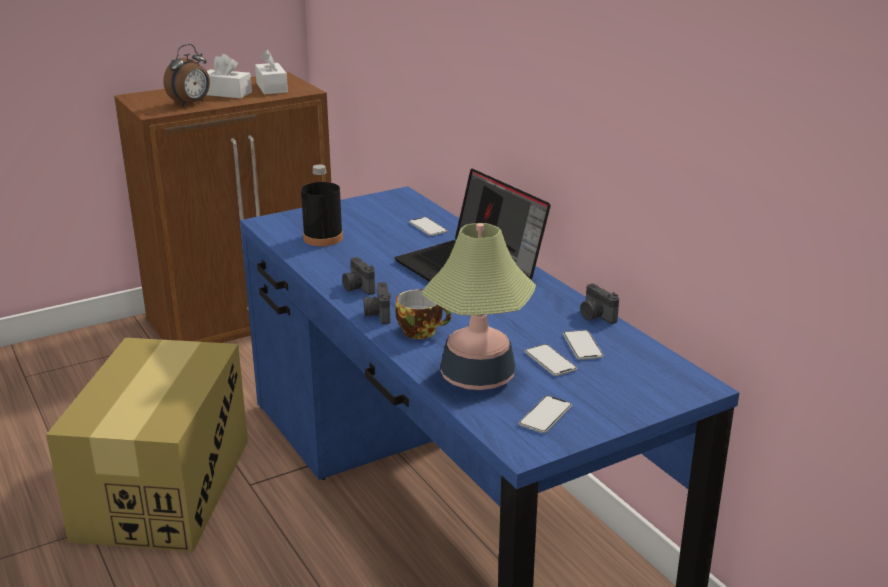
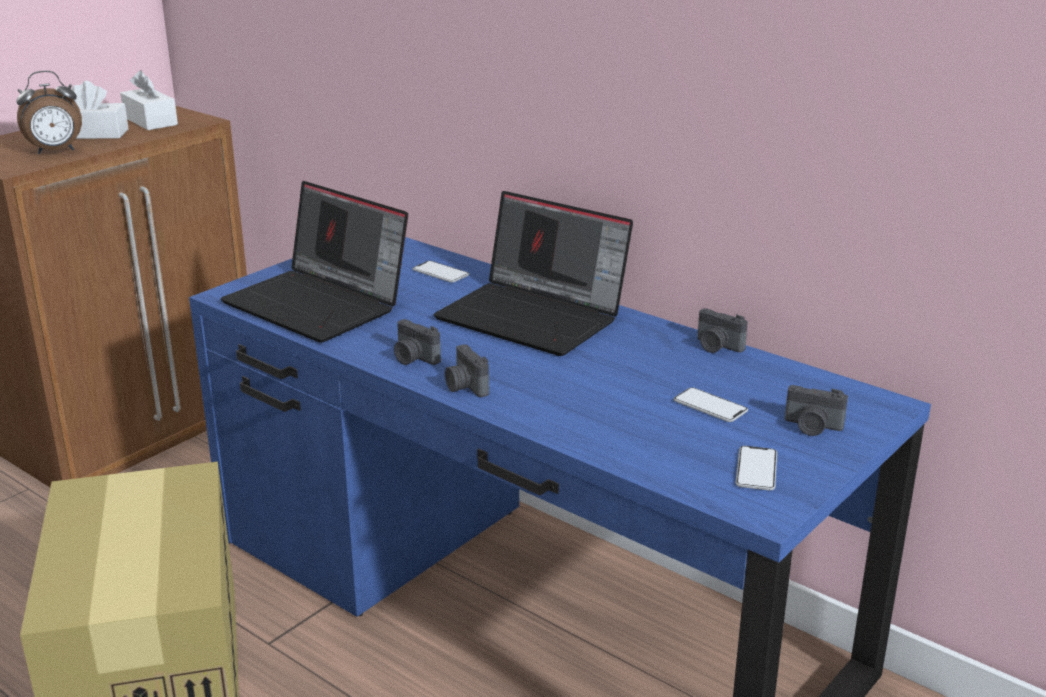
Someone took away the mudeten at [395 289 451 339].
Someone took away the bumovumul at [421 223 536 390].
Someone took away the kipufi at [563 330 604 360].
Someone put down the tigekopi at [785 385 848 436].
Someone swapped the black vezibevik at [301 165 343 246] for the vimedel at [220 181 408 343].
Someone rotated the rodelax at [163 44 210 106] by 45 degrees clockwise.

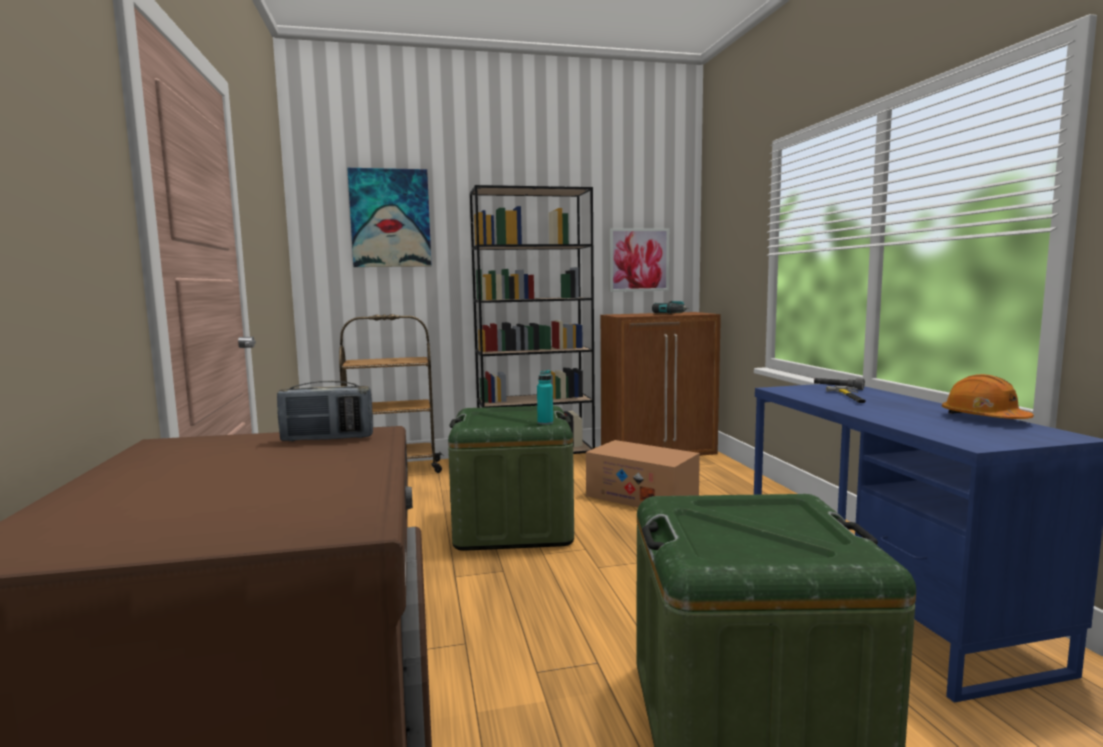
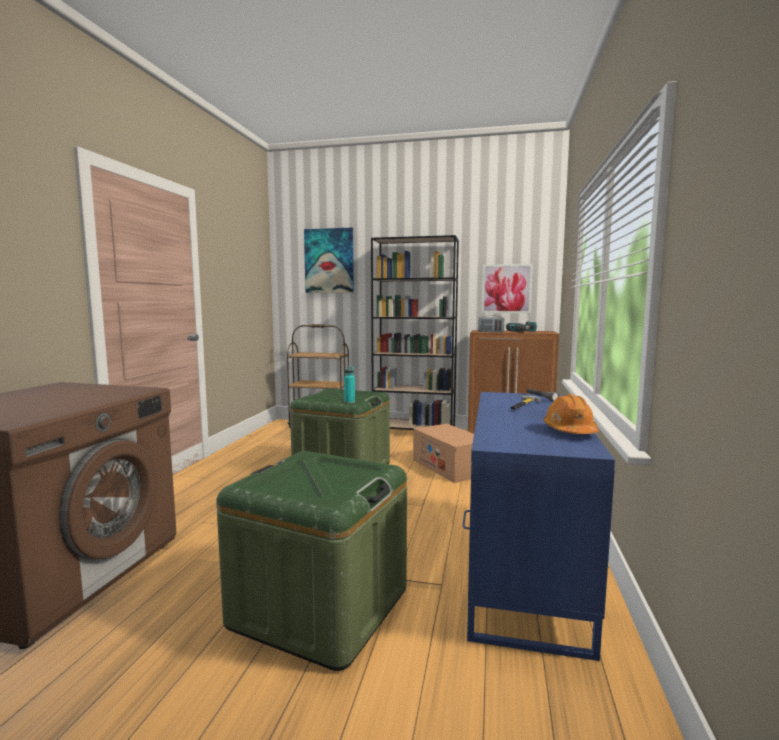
Someone carried the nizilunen from [277 381 373 442] to [478 315 504 333].

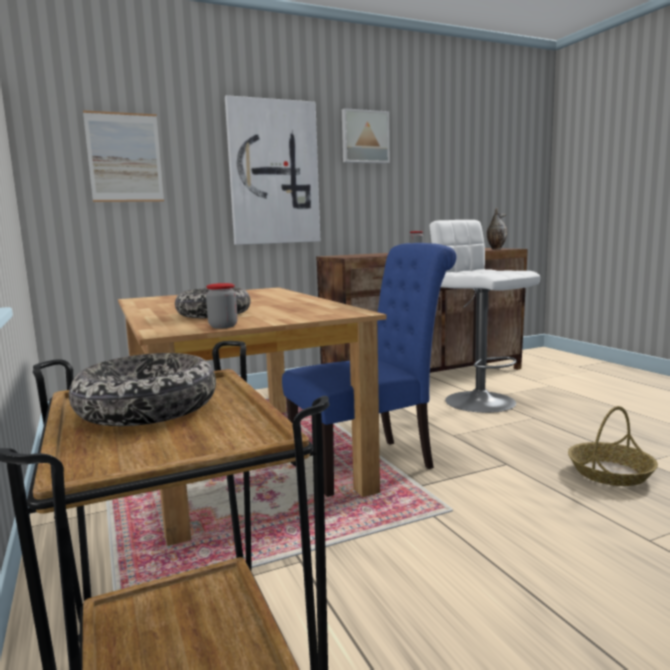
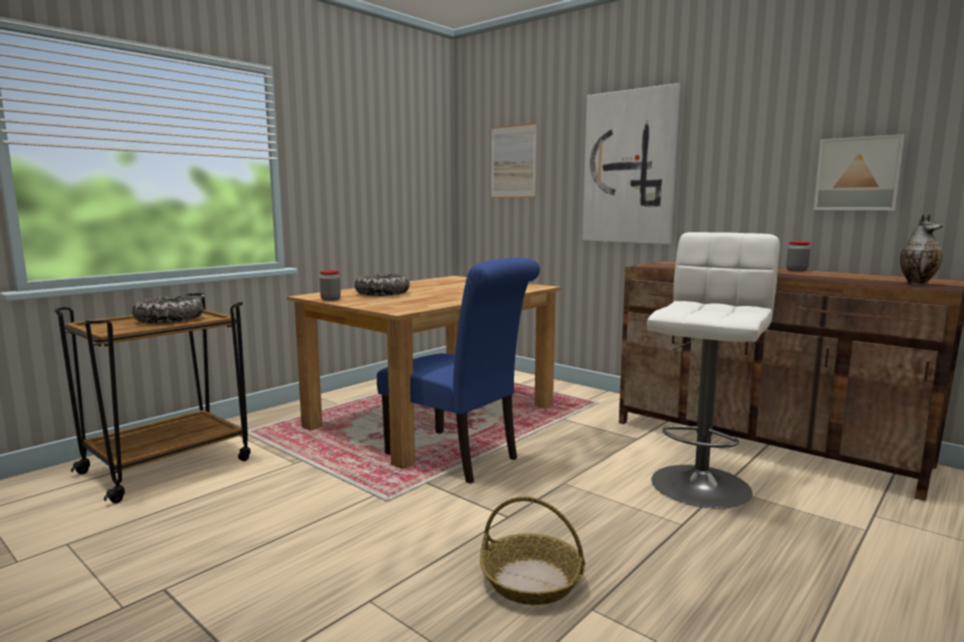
Someone carried the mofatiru from [342 108 390 164] to [814 134 906 210].

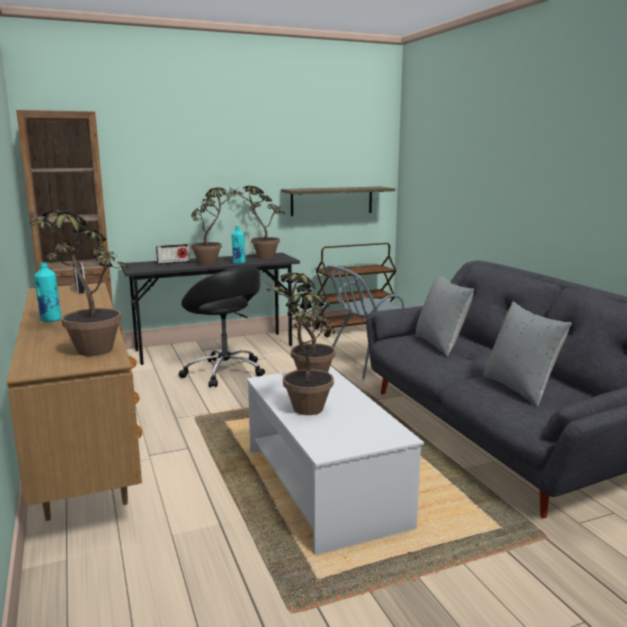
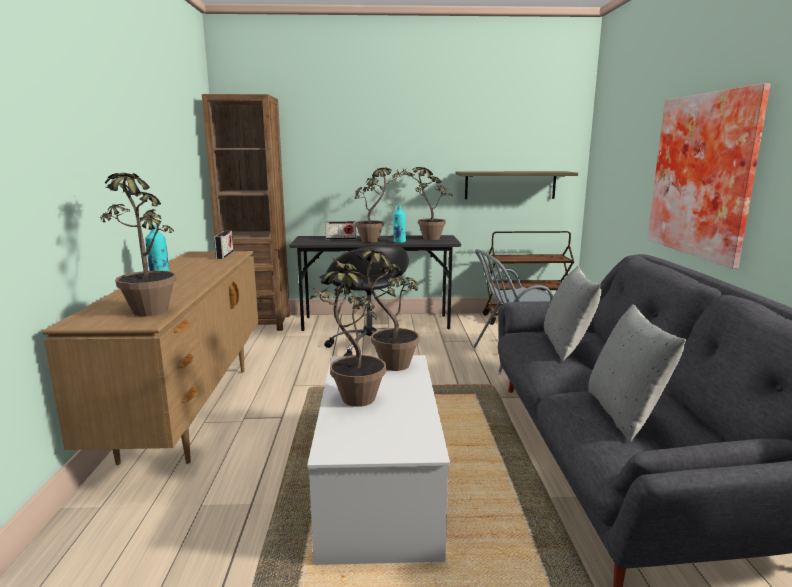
Someone put up the mofatiru at [647 83 771 269].

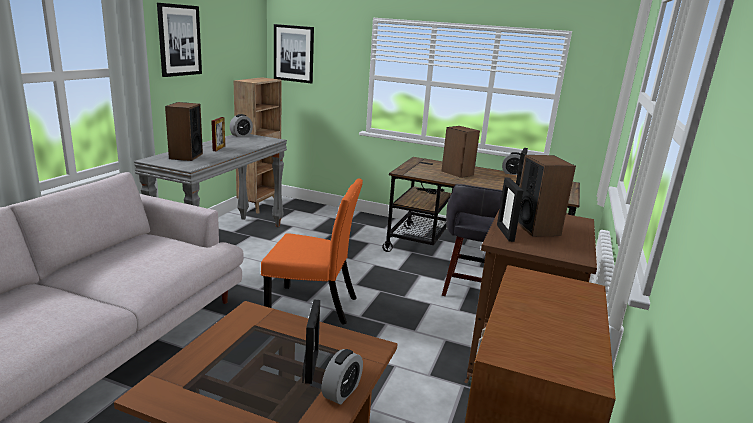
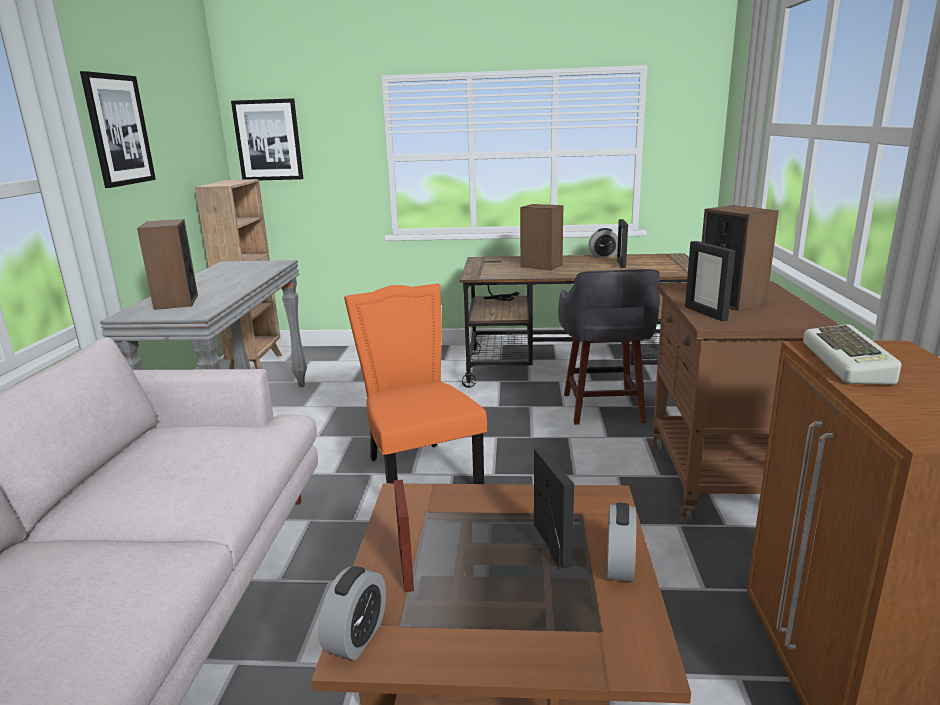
Someone put down the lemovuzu at [803 324 902 385].
Someone carried the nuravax from [211 117 225 151] to [394 479 414 592].
Someone carried the rodelax from [230 114 253 137] to [318 566 386 660].
Someone rotated the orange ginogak at [261 178 363 325] by 105 degrees counterclockwise.

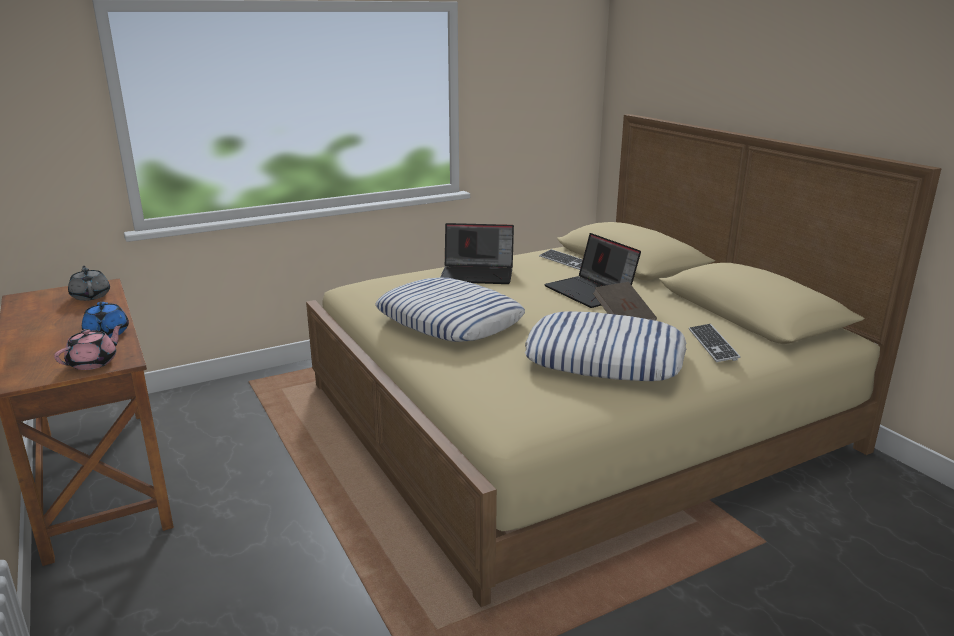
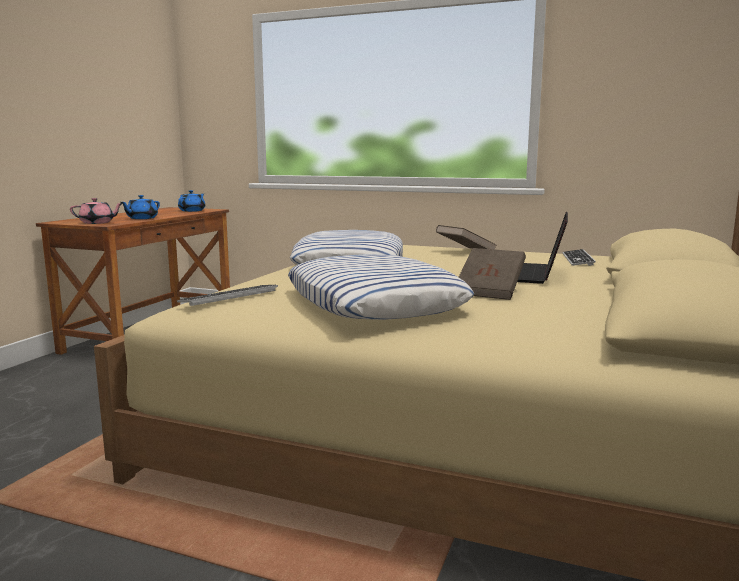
Someone carried the lemovuzu from [689 324 740 362] to [177 285 278 306].
Someone swapped the vimedel at [440 223 514 284] for the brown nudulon at [436 225 497 250].
Someone repainted the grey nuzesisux at [68 266 110 301], which became the blue nuzesisux at [178 190 205 212].

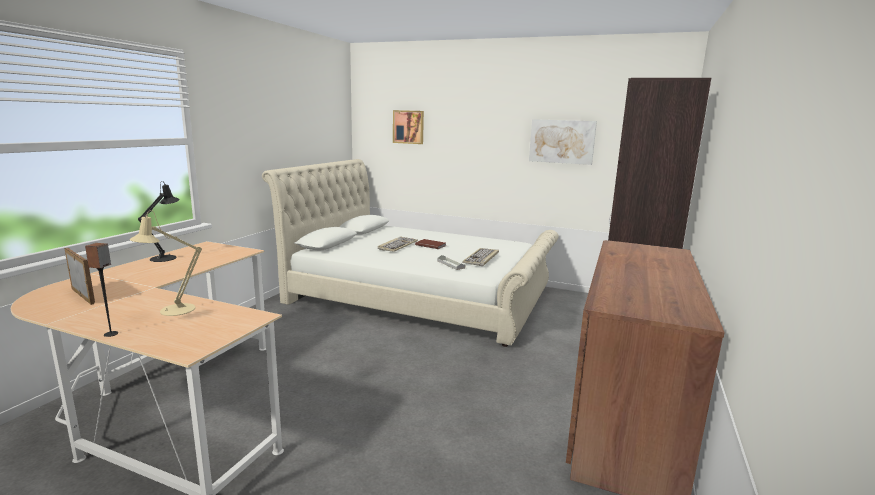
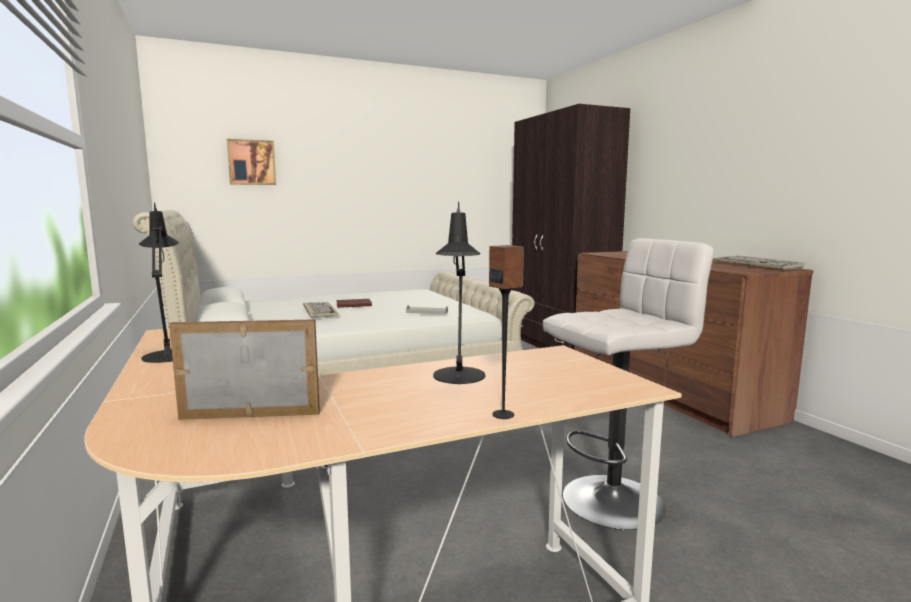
Someone took away the mofatiru at [529 119 597 165].
Someone put down the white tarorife at [543 238 714 530].
Someone carried the lemovuzu from [462 248 499 266] to [713 255 805 269].
Someone repainted the beige bumovumul at [129 210 202 316], which became the black bumovumul at [433 202 486 384].

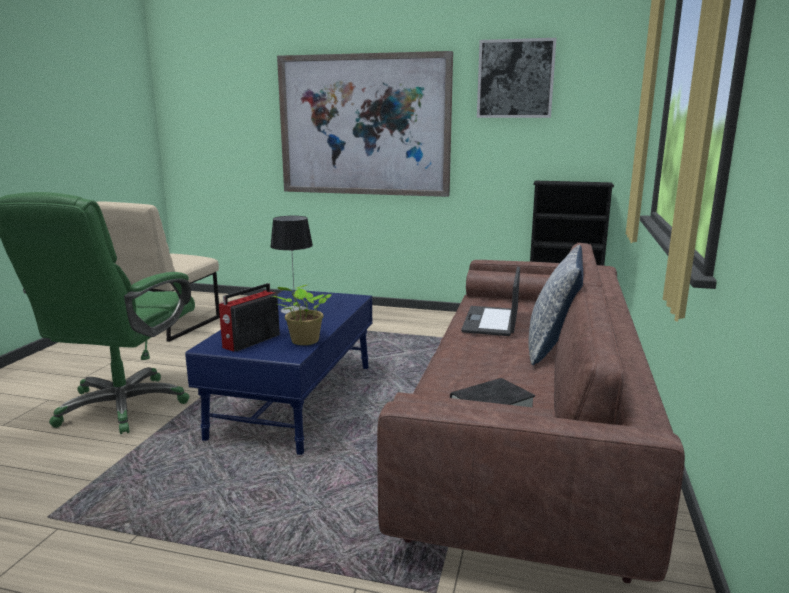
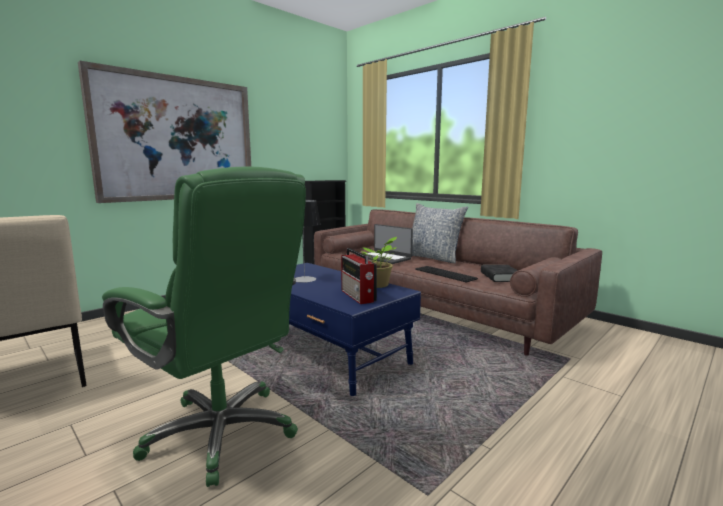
Someone took away the mofatiru at [477 38 557 118].
Someone put down the lemovuzu at [415 266 478 282].

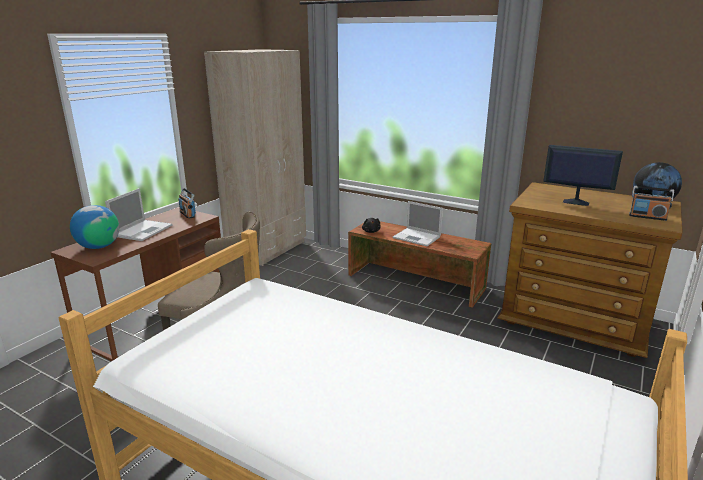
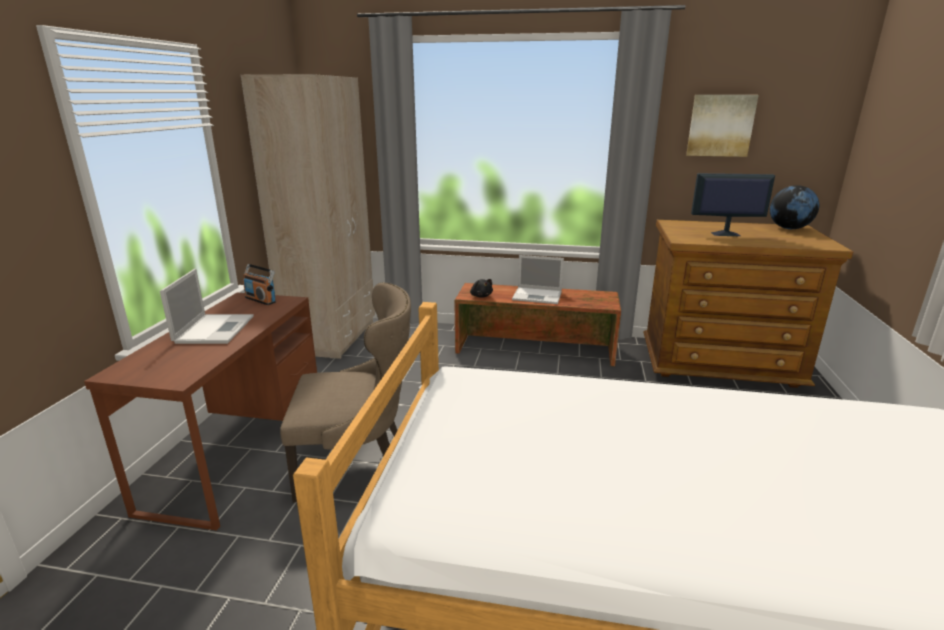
Someone took away the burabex at [70 205 119 249].
Someone took away the nizilunen at [629 186 674 221].
Someone put up the mofatiru at [686 95 759 157].

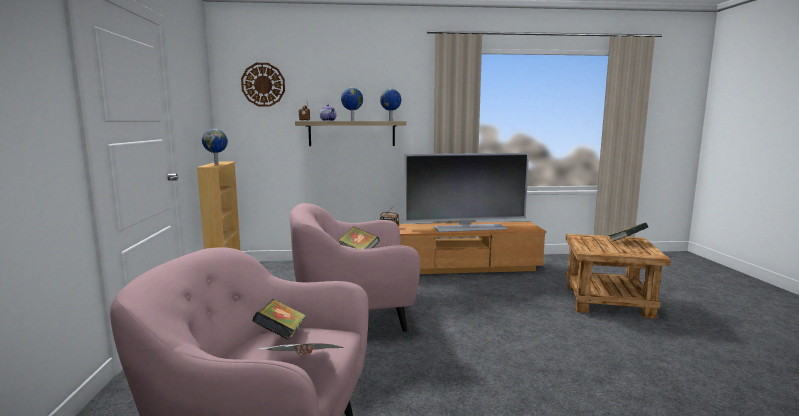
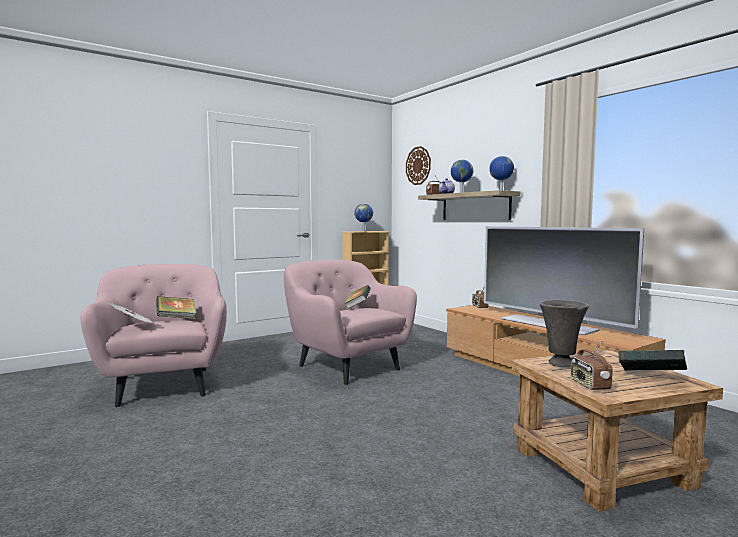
Someone put down the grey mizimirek at [539 300 589 367].
Someone put down the nizilunen at [571 341 613 390].

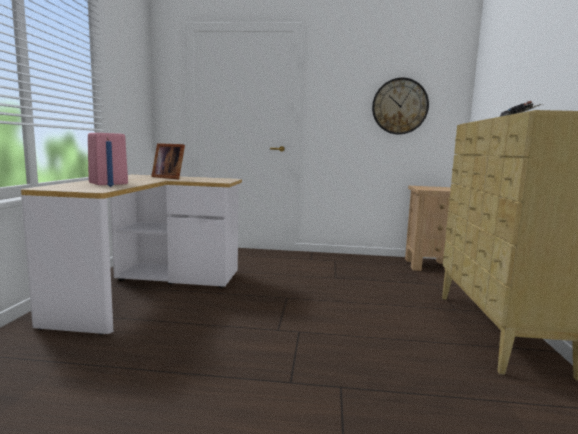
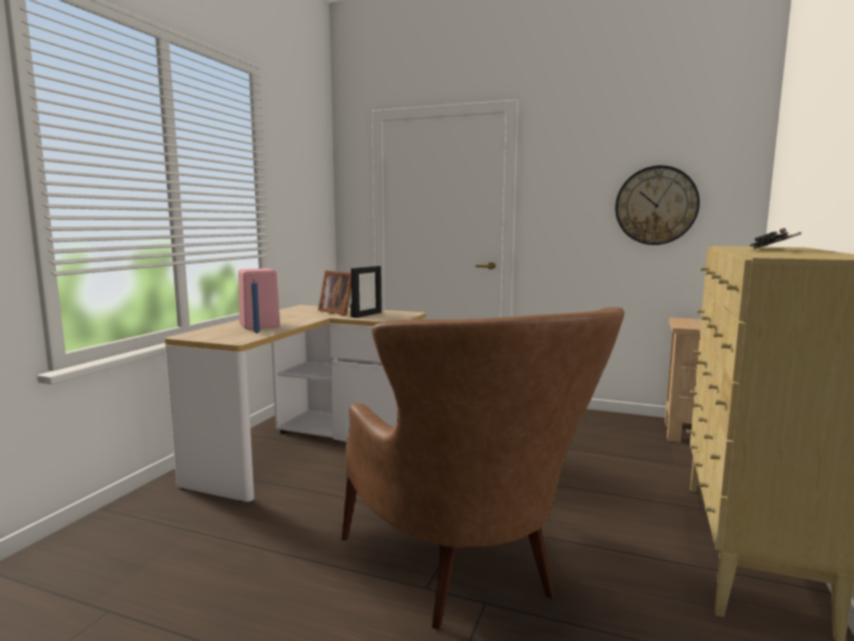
Someone put down the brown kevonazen at [342 307 624 630].
Someone put down the nuravax at [350 266 382 318].

